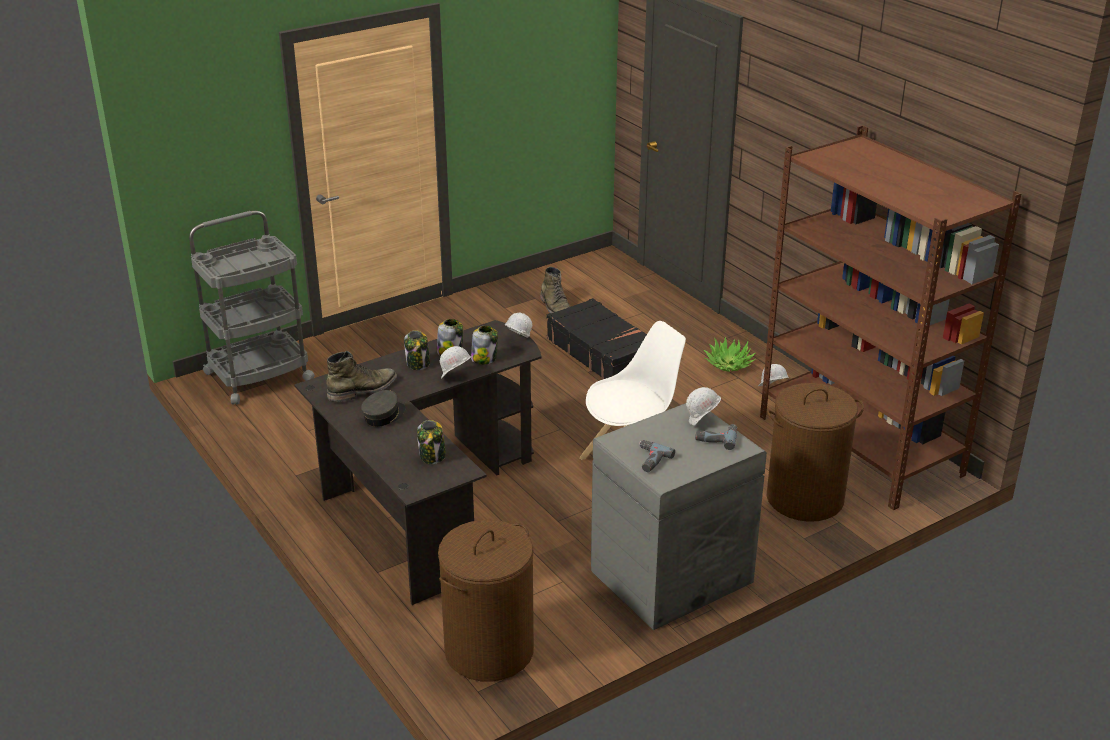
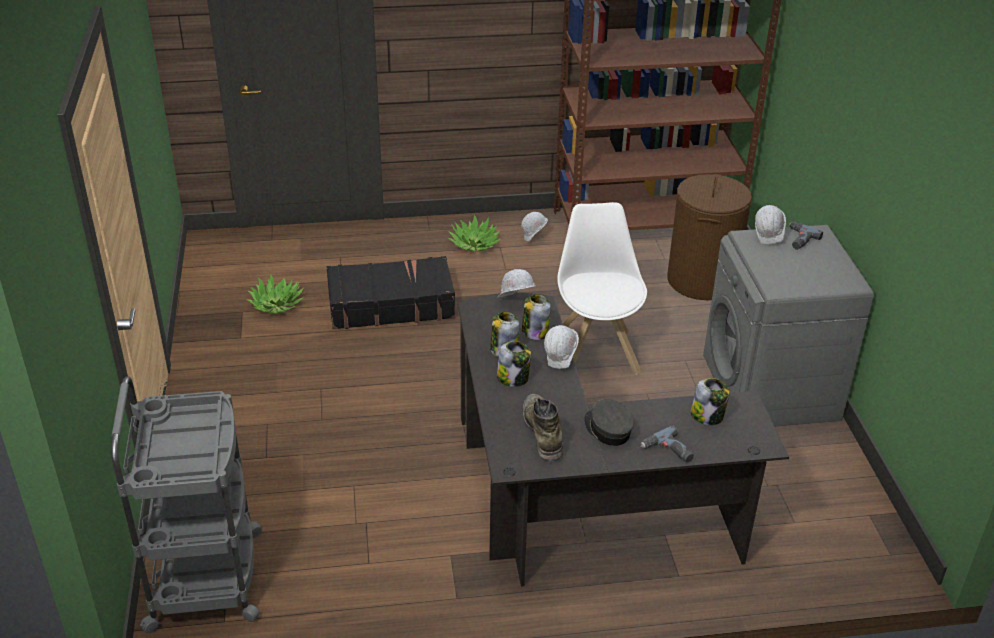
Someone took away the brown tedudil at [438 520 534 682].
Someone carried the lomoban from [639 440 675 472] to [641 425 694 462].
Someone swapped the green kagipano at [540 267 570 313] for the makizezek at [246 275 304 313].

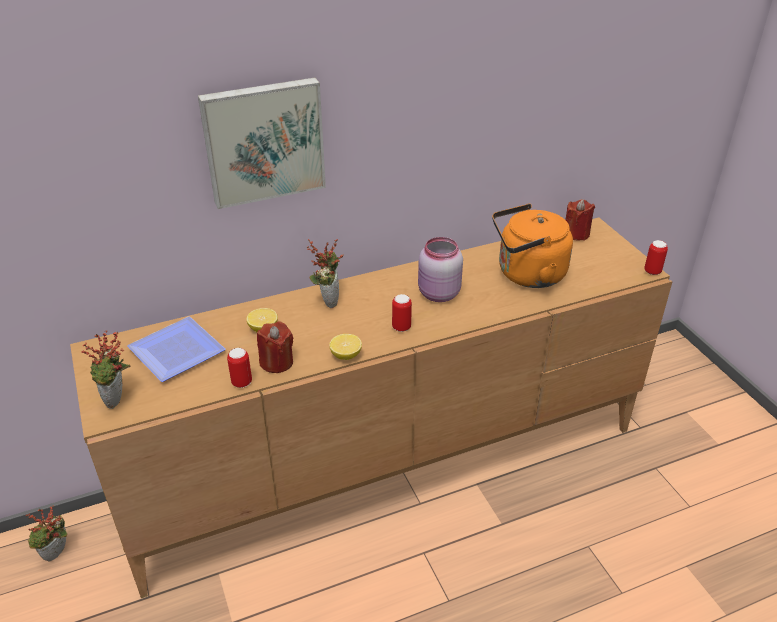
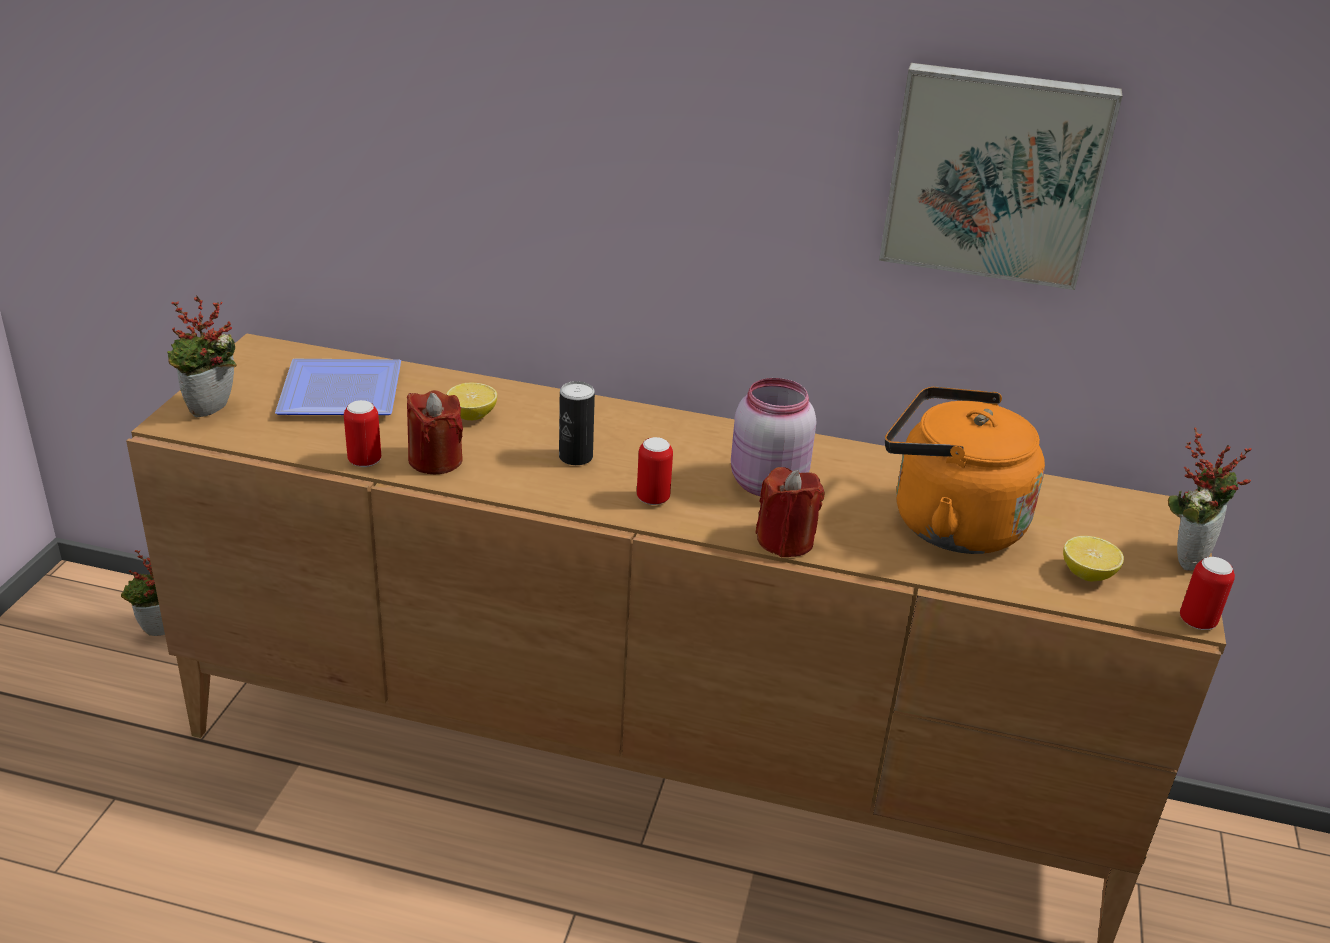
Someone put down the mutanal at [559 381 595 465].
Someone carried the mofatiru from [198 78 326 209] to [879 63 1122 290].
Someone carried the makizezek from [307 239 344 308] to [1168 428 1252 571].
Someone carried the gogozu from [329 334 362 360] to [1063 536 1124 581].
Someone carried the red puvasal from [565 199 595 241] to [755 467 825 557].

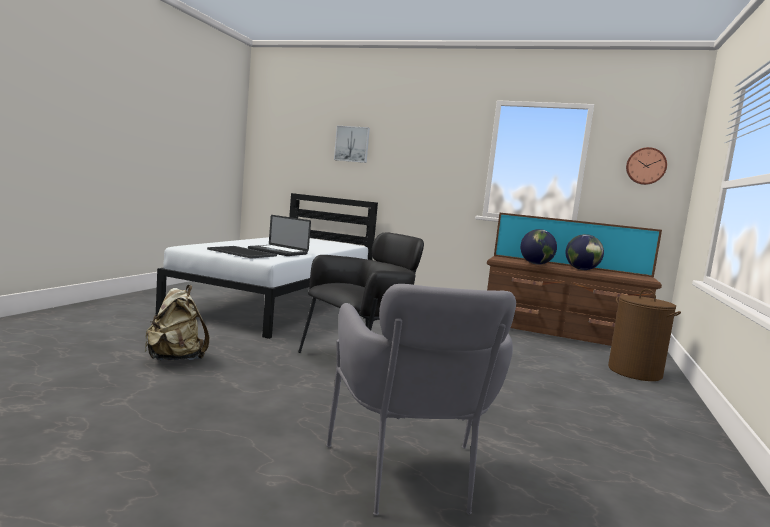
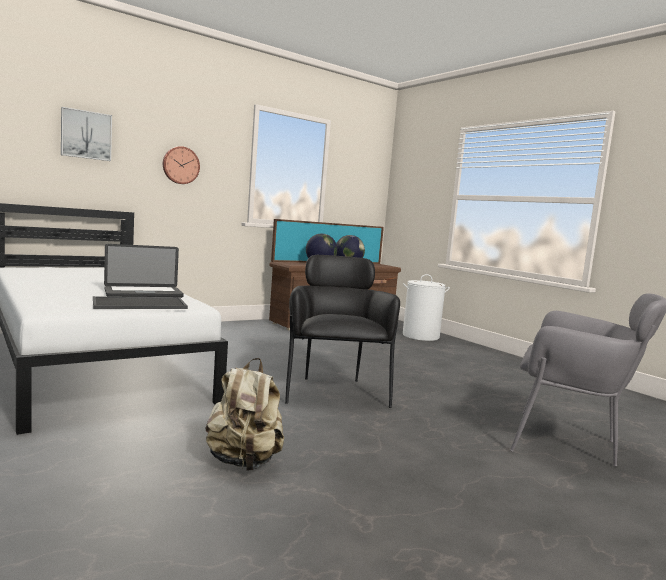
Someone carried the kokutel from [626 147 667 185] to [163 146 200 184].
Someone repainted the brown tedudil at [608 289 681 381], which became the white tedudil at [403 274 450 341].

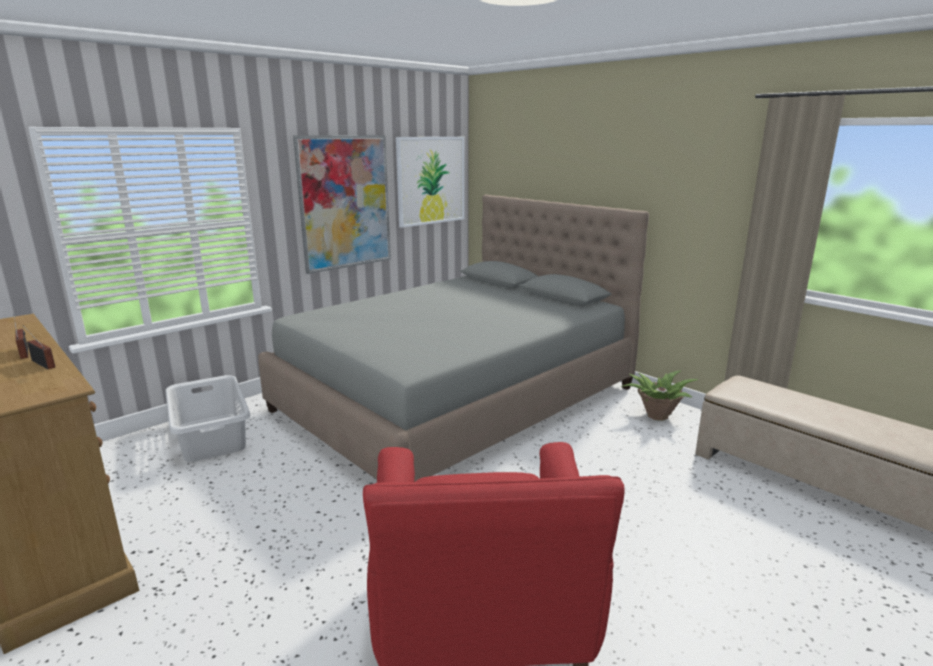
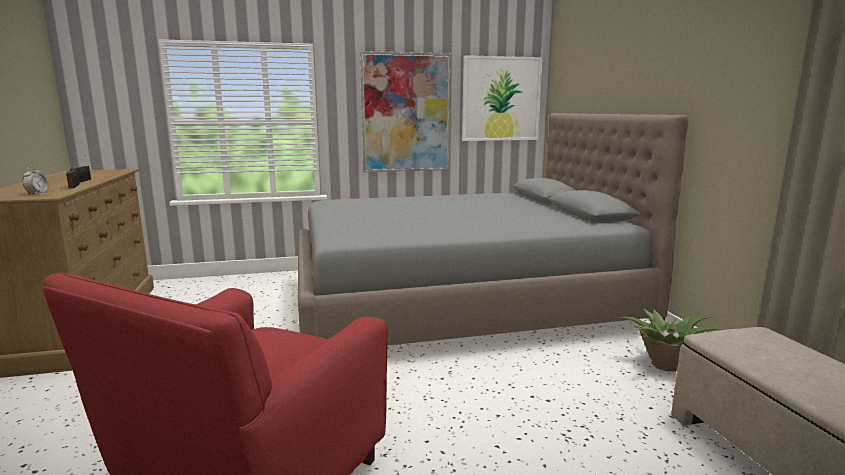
Someone took away the grey tedudil at [165 375 251 462].
Someone put down the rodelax at [23 167 49 194].

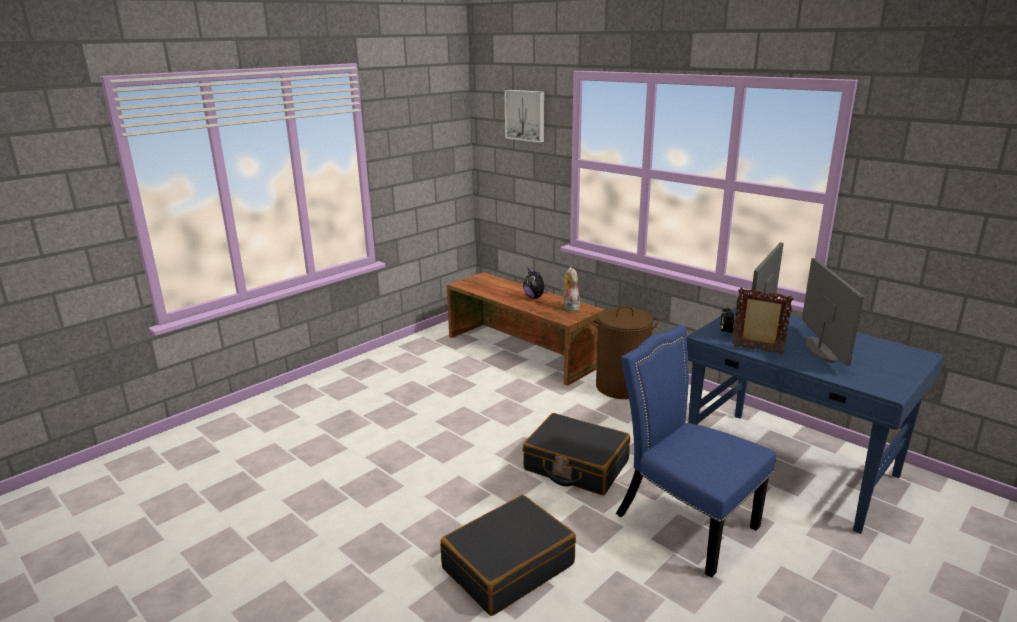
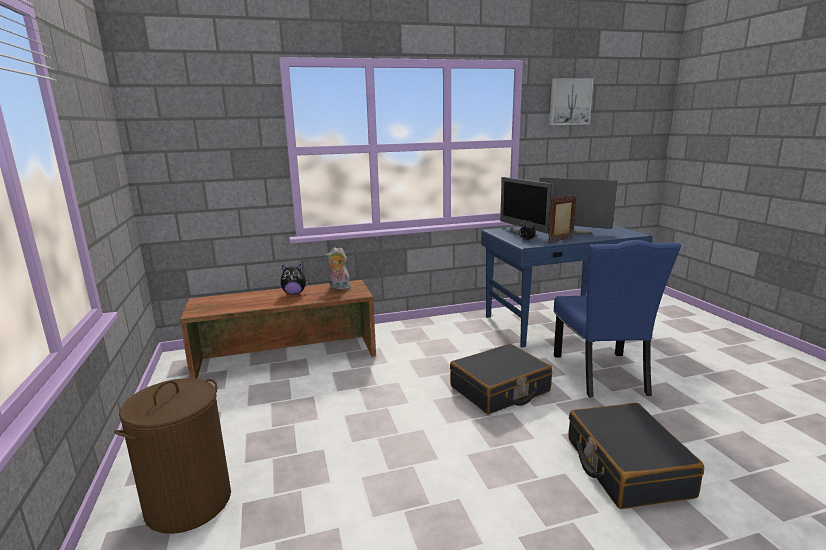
Someone carried the mofatiru from [504 90 544 143] to [549 78 593 125].
Someone carried the brown tedudil from [592 306 659 399] to [114 378 231 534].
Someone rotated the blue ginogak at [616 325 776 578] by 75 degrees counterclockwise.

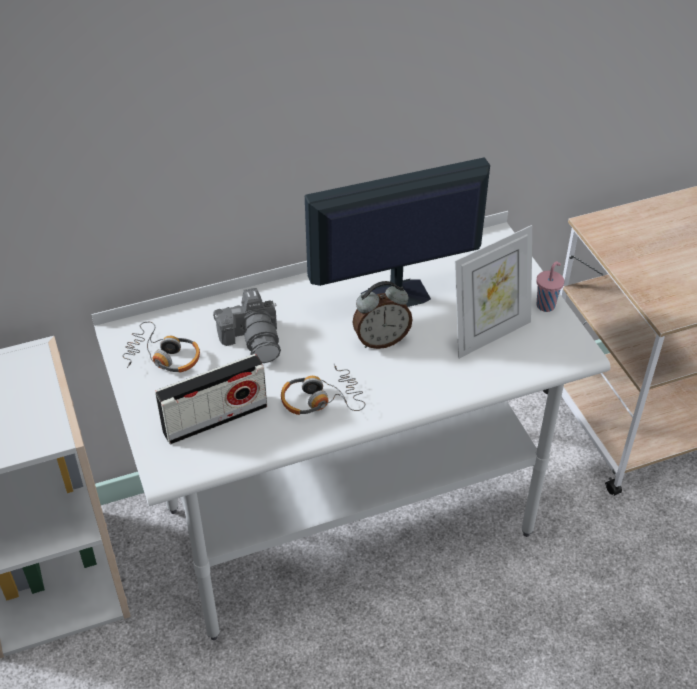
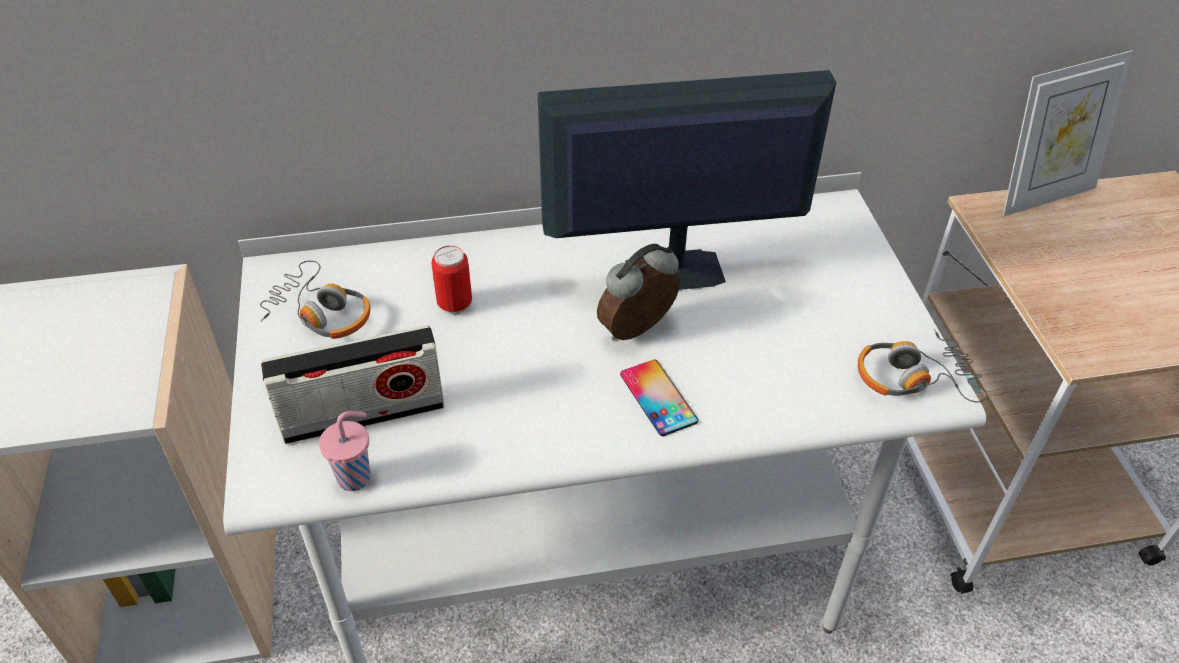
Someone put down the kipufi at [620 359 698 436].
Someone carried the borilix from [281 364 365 415] to [858 329 987 403].
Someone carried the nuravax from [455 225 532 359] to [1003 50 1133 216].
Someone carried the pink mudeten from [536 261 564 312] to [319 411 370 491].
Someone swapped the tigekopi at [213 288 281 363] for the mutanal at [431 246 472 315].
Someone rotated the rodelax at [352 281 413 349] by 150 degrees clockwise.

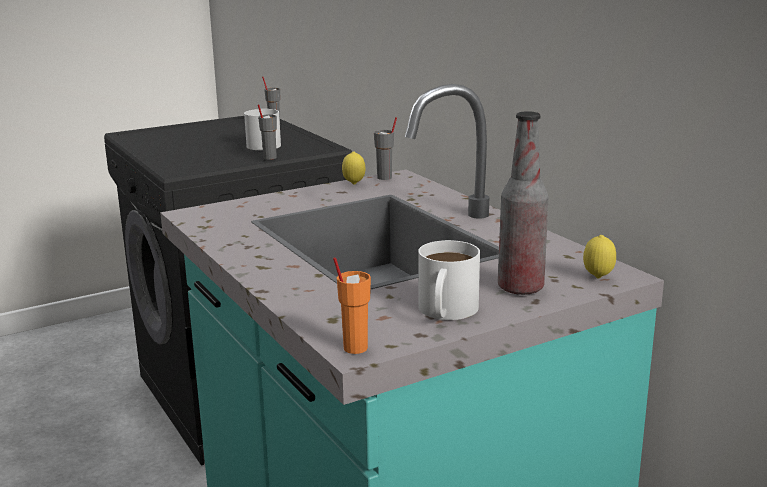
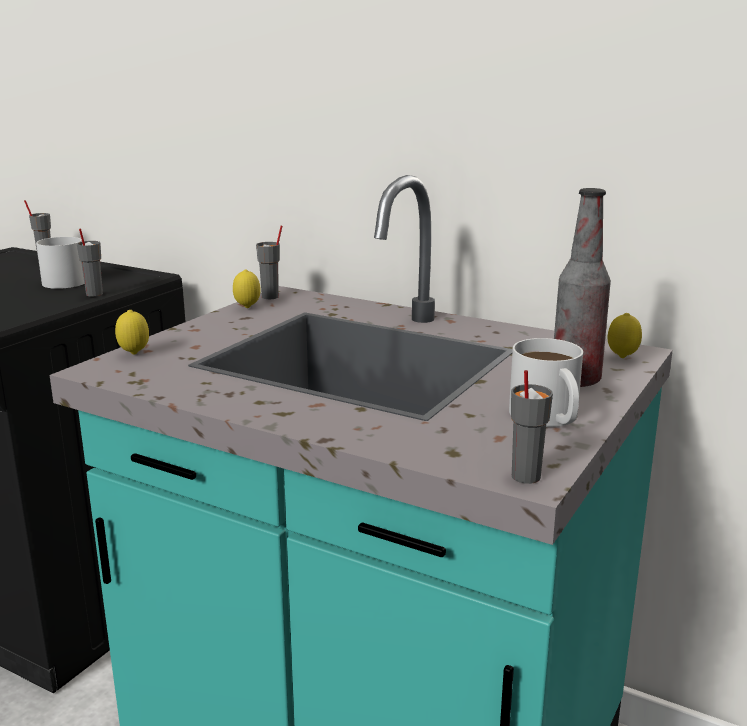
Someone put down the gogozu at [115 310 149 355].
Someone repainted the orange mudeten at [333 257 371 354], which became the grey mudeten at [511 370 553 484].

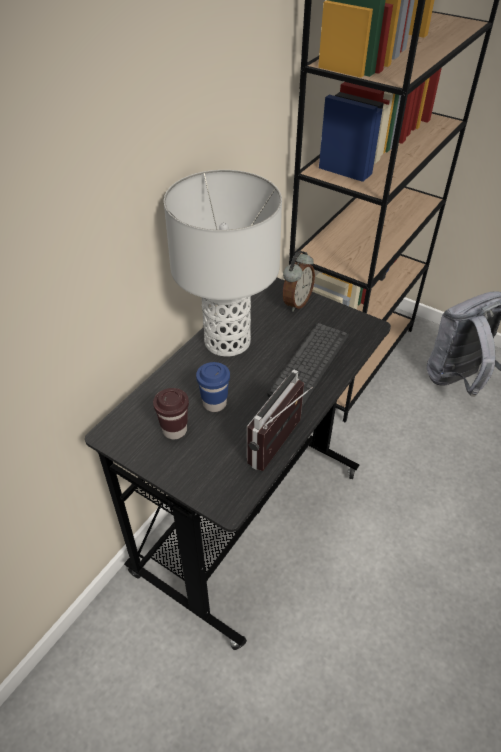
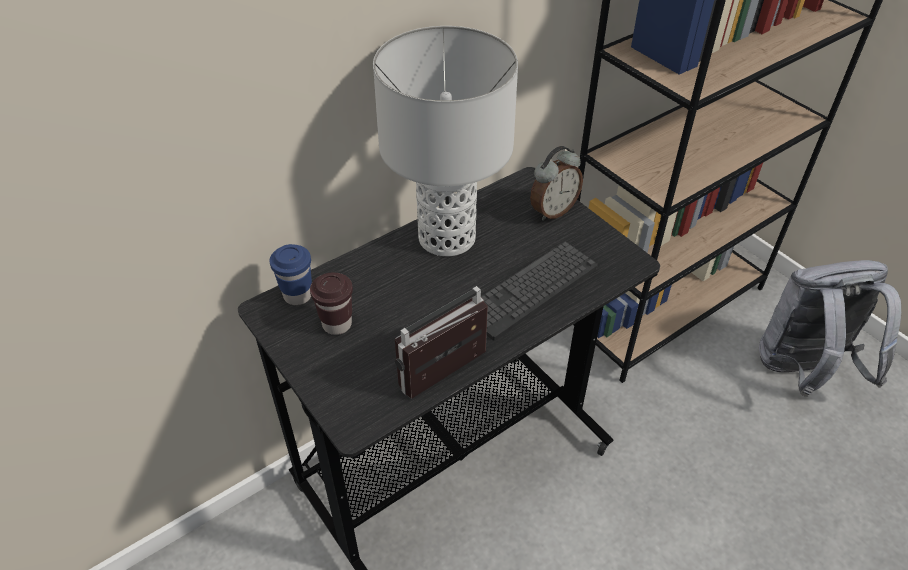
Someone carried the blue mudeten from [196 362 230 412] to [270 244 312 305].

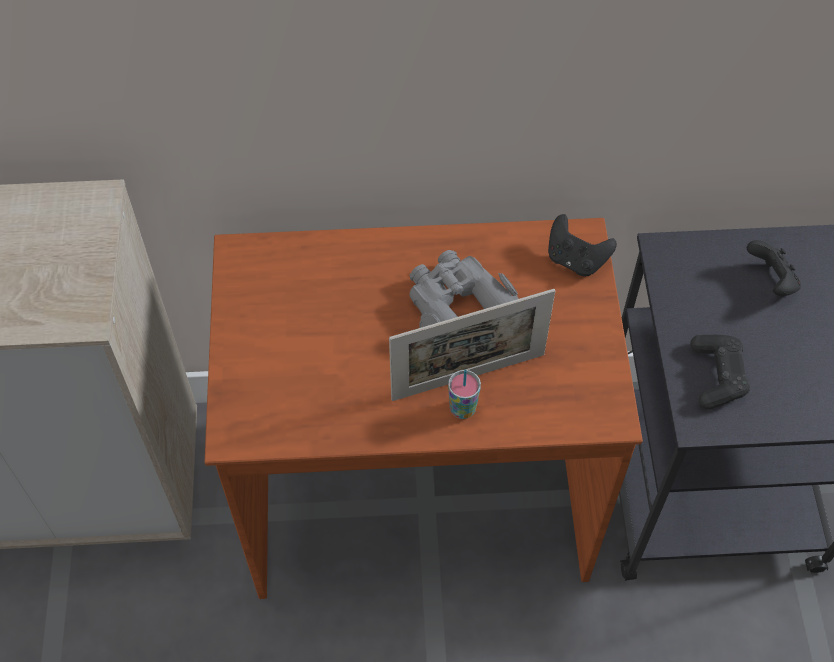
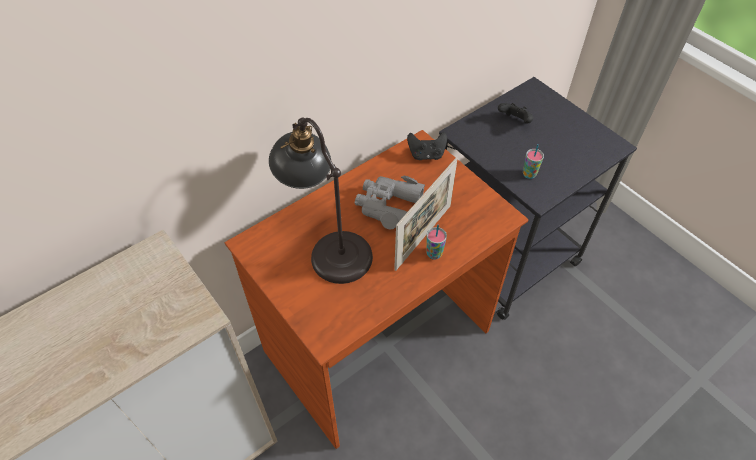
Someone put down the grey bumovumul at [269 118 373 284].
Someone swapped the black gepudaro at [690 335 750 409] for the mudeten at [523 144 544 179].

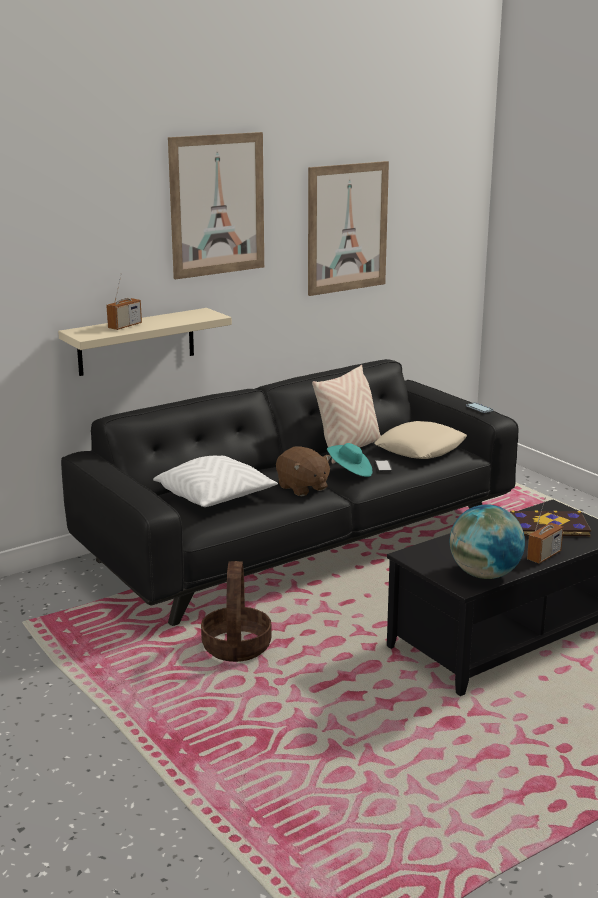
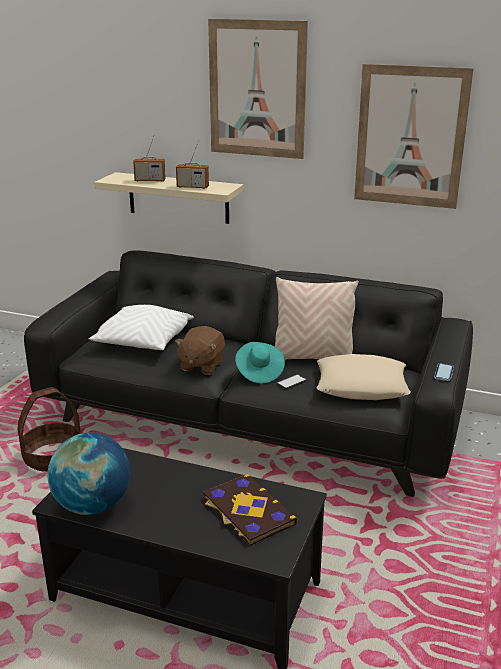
Someone carried the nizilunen from [527 497 563 564] to [176 141 209 189].

